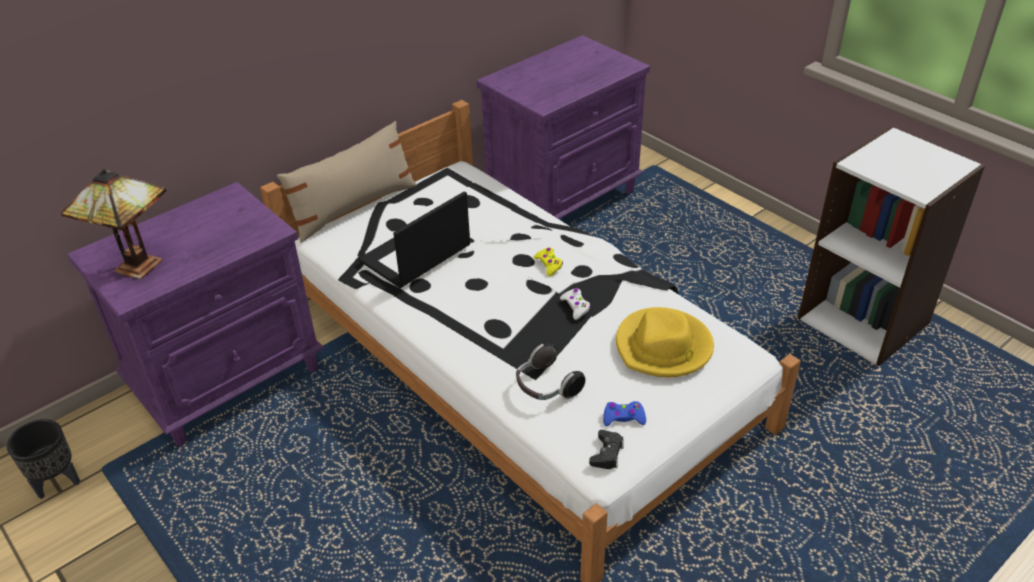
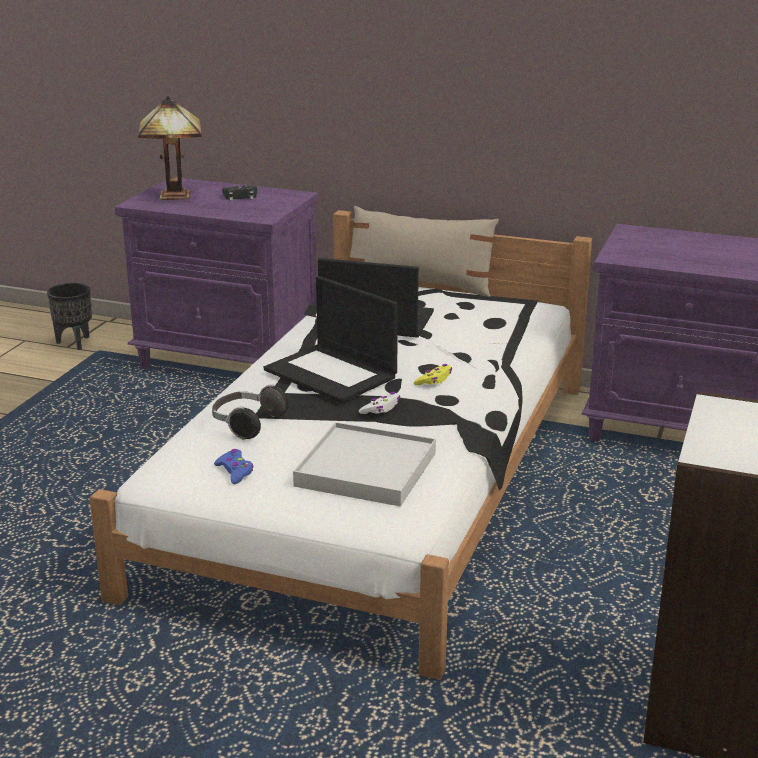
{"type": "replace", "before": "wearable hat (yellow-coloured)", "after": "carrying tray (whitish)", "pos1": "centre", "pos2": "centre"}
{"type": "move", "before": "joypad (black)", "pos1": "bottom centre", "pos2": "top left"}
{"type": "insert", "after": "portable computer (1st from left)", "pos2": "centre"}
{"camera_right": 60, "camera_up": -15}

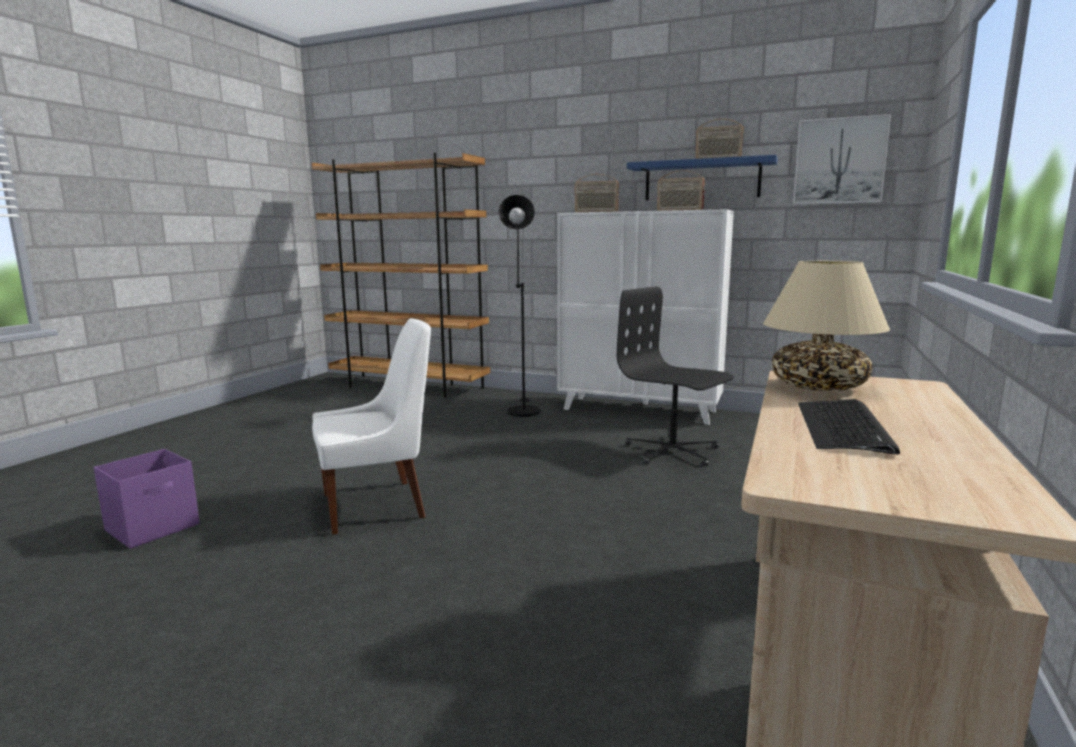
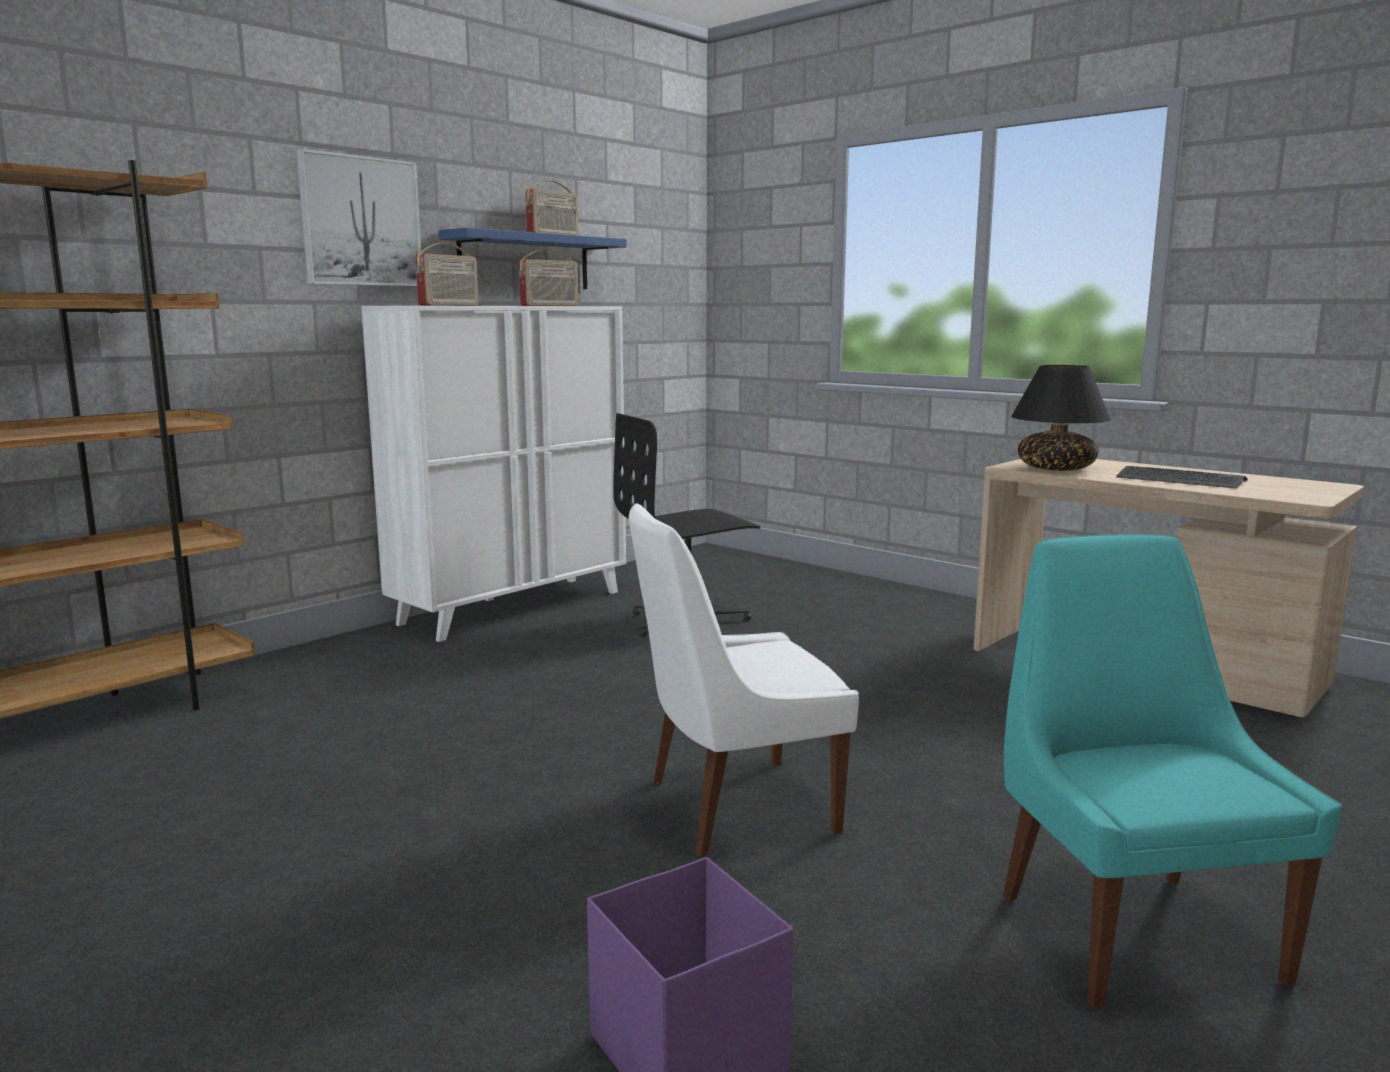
{"type": "move", "before": "picture", "pos1": "top right", "pos2": "top left"}
{"type": "delete", "before": "standard lamp (black)", "pos1": "centre"}
{"type": "recolor", "before": "lamp for a table (sand-coloured)", "after": "lamp for a table (black)", "pos1": "middle right", "pos2": "middle right"}
{"type": "rotate", "before": "plain chair (whitish)", "pos1": "centre", "pos2": "centre", "turn": -105}
{"type": "insert", "after": "plain chair (turquoise)", "pos2": "bottom right"}
{"camera_right": -70, "camera_up": 0}

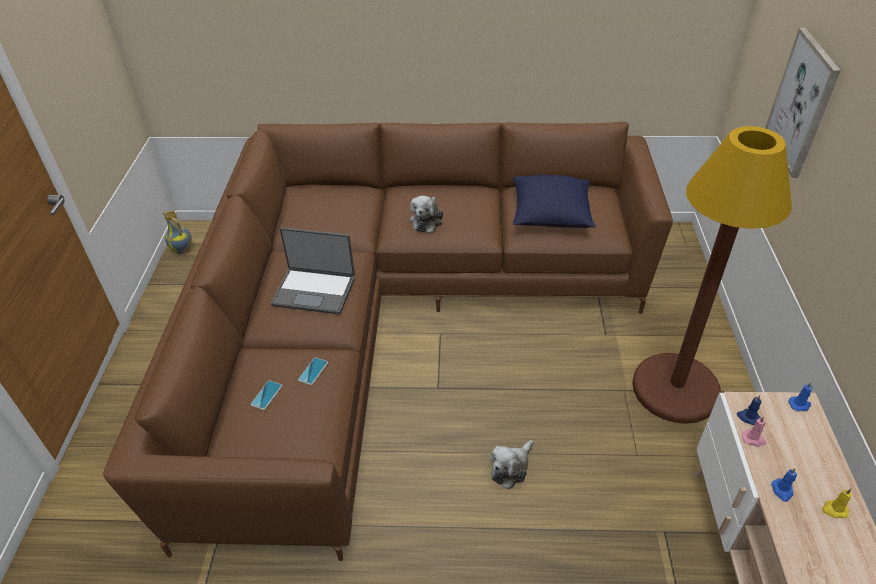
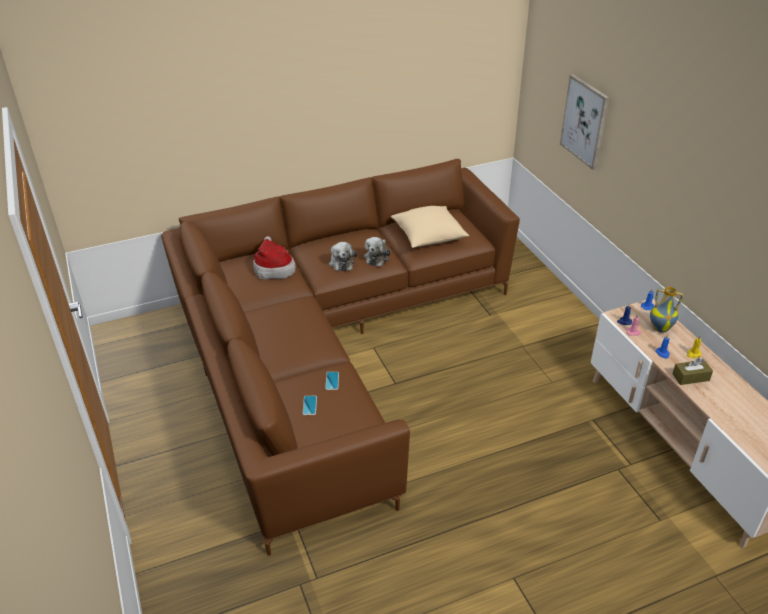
{"type": "delete", "before": "standard lamp (brown-coloured)", "pos1": "middle right"}
{"type": "recolor", "before": "pillow (blue-coloured)", "after": "pillow (sand-coloured)", "pos1": "centre", "pos2": "centre"}
{"type": "move", "before": "flower vase", "pos1": "middle left", "pos2": "middle right"}
{"type": "delete", "before": "portable computer", "pos1": "centre"}
{"type": "move", "before": "cuddly toy (2nd from left)", "pos1": "bottom centre", "pos2": "centre"}
{"type": "insert", "after": "wearable hat", "pos2": "centre"}
{"type": "insert", "after": "box of tissues (brown-coloured)", "pos2": "middle right"}
{"camera_right": -25, "camera_up": -5}

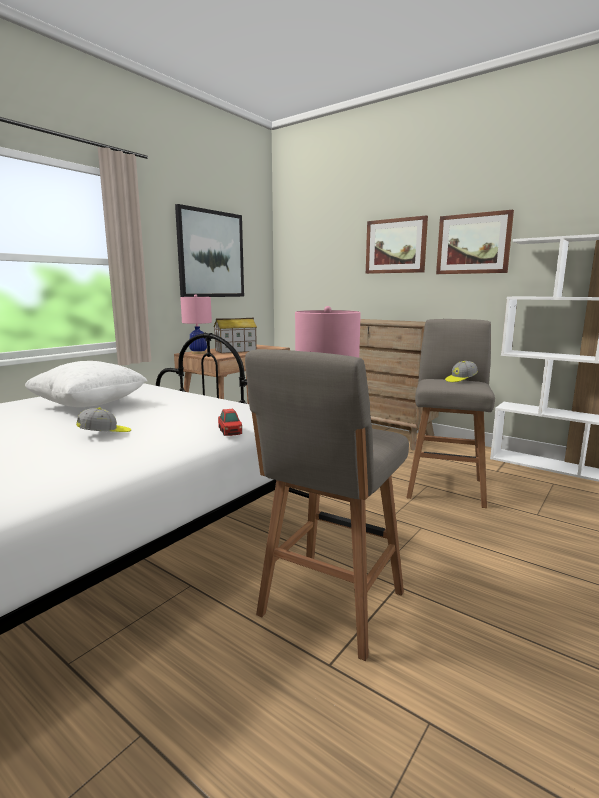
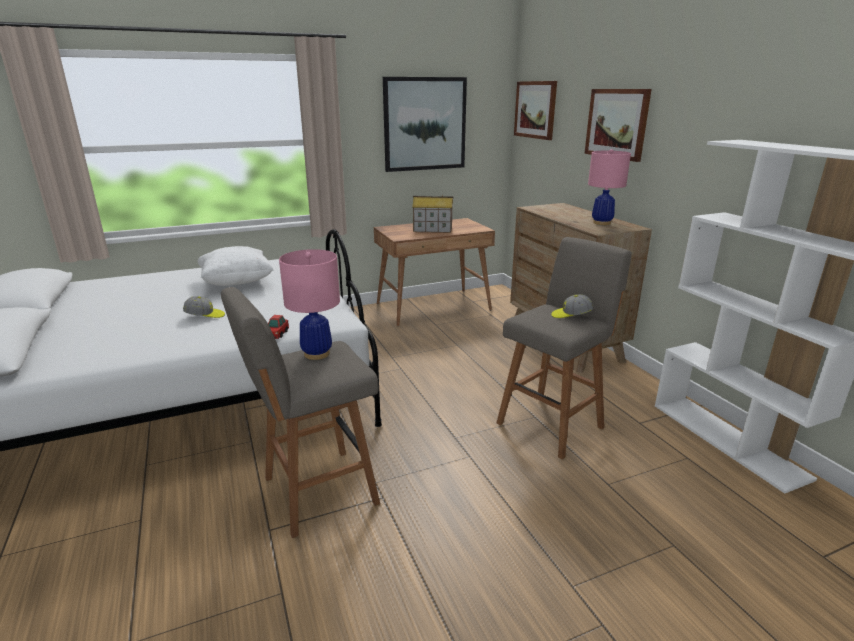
{"type": "move", "before": "picture (3rd from left in the first image)", "after": "picture (2nd from left)", "pos1": "top right", "pos2": "top centre"}
{"type": "move", "before": "lamp for a table (pink-coloured) (1st from left in the first image)", "after": "lamp for a table (pink-coloured) (2nd from left)", "pos1": "middle left", "pos2": "top right"}
{"camera_right": 30, "camera_up": 10}

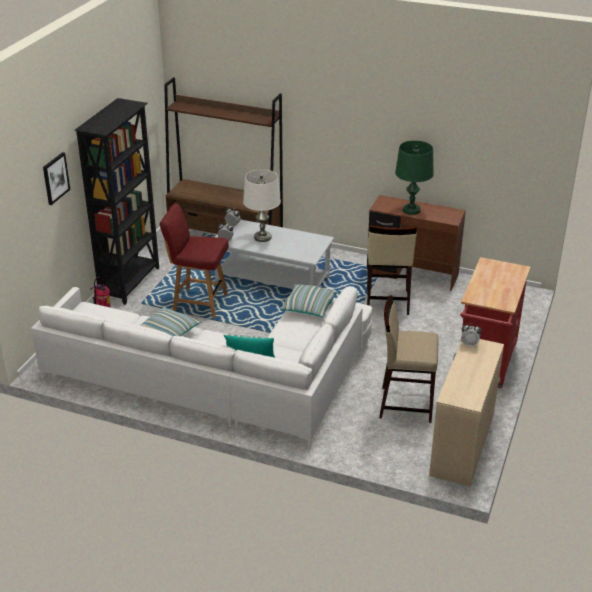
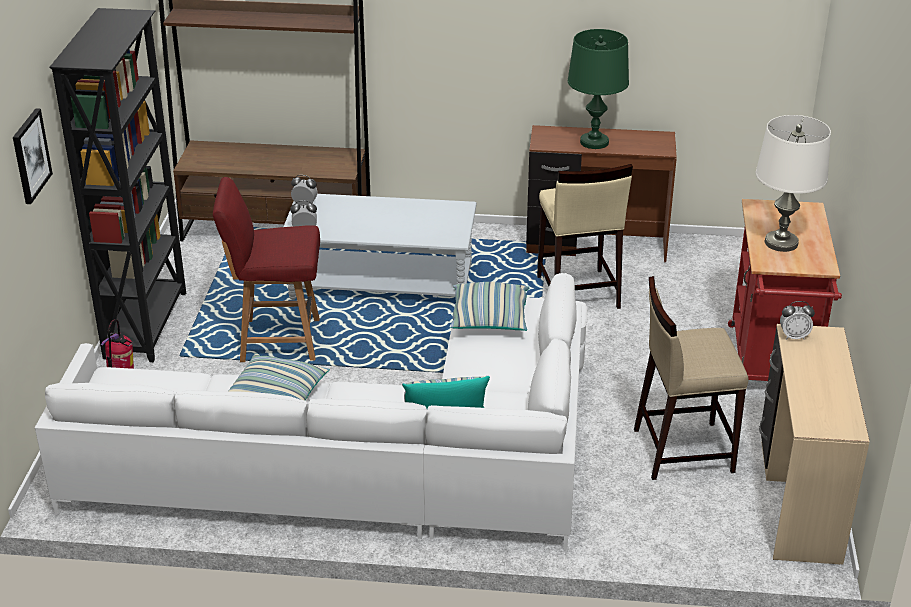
{"type": "move", "before": "lamp for a table (whitish)", "pos1": "centre", "pos2": "top right"}
{"camera_right": -15, "camera_up": 0}

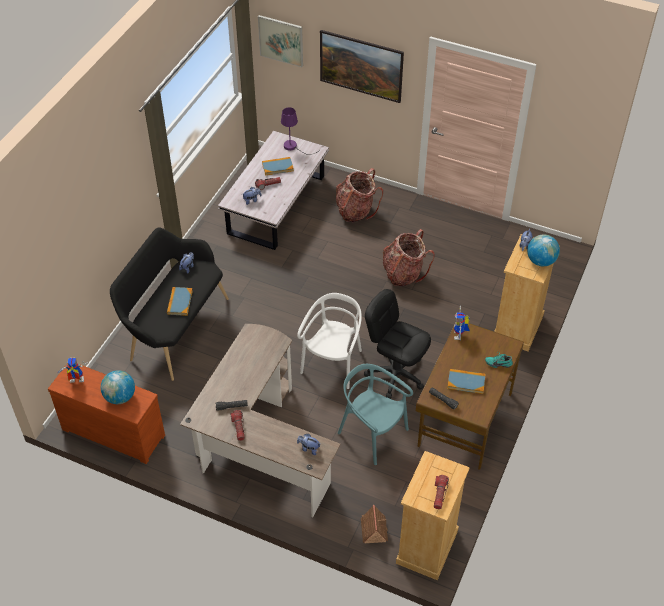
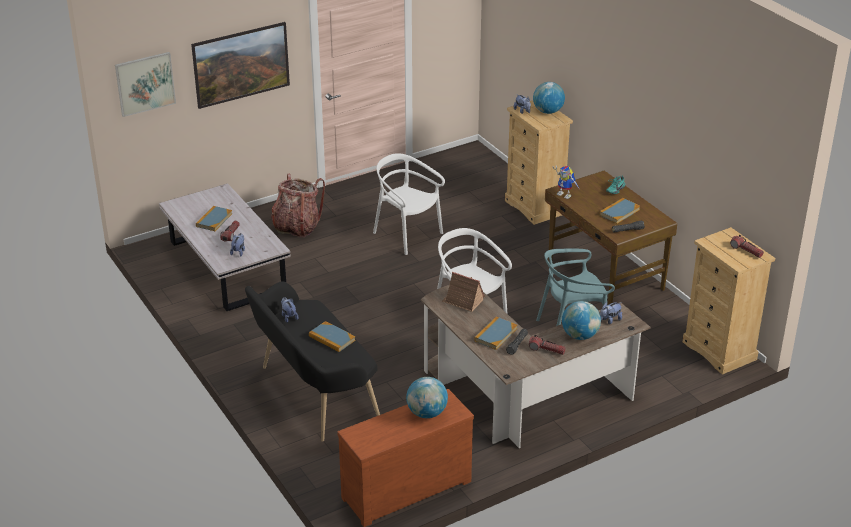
{"type": "delete", "before": "lamp for a table (purple-coloured)", "pos1": "top centre"}
{"type": "replace", "before": "backpack (2nd from left)", "after": "plain chair (whitish) (1st from left)", "pos1": "centre", "pos2": "centre"}
{"type": "delete", "before": "computer chair (black)", "pos1": "centre"}
{"type": "delete", "before": "robot figure (1st from left)", "pos1": "middle left"}
{"type": "move", "before": "miniature house", "pos1": "bottom centre", "pos2": "centre"}
{"type": "insert", "after": "desk globe (3rd from left)", "pos2": "middle right"}
{"type": "insert", "after": "book (3rd from left)", "pos2": "centre"}
{"camera_right": -55, "camera_up": -15}

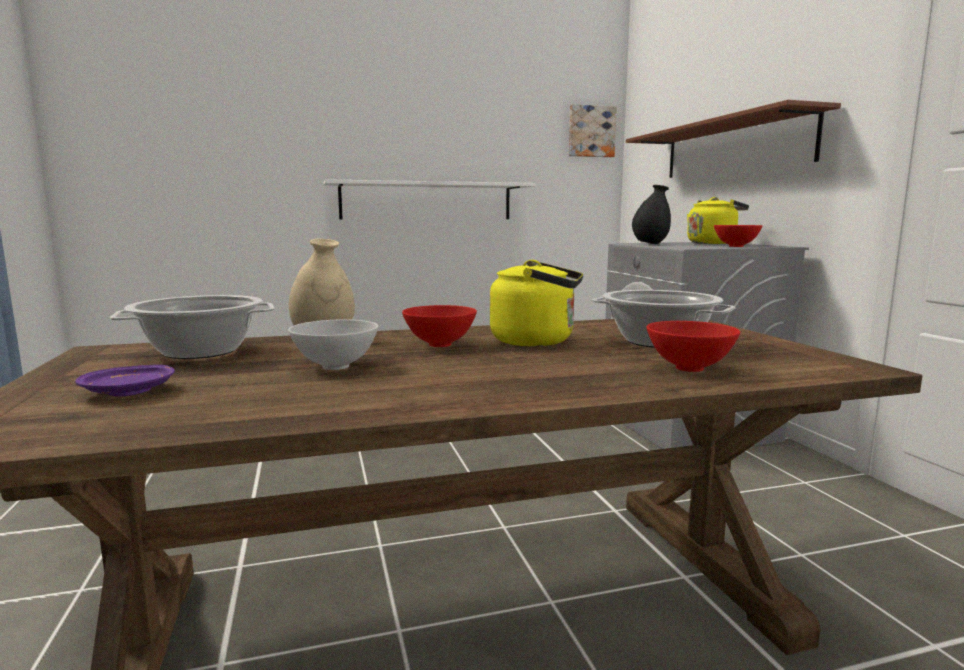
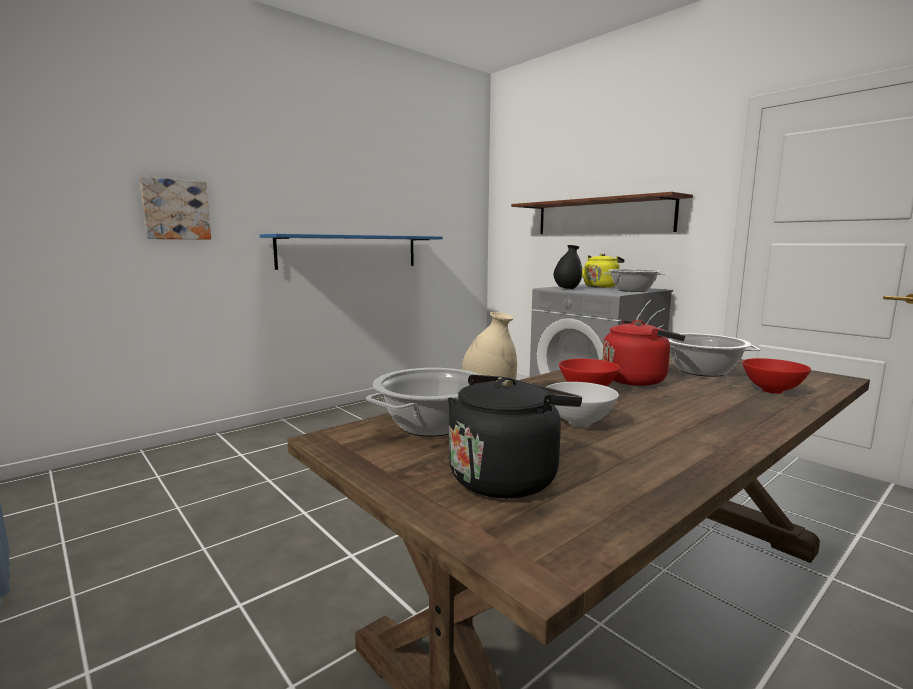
{"type": "move", "before": "picture", "pos1": "top centre", "pos2": "top left"}
{"type": "recolor", "before": "shelf (whitish)", "after": "shelf (blue-coloured)", "pos1": "top centre", "pos2": "centre"}
{"type": "replace", "before": "deep dish (red) (3rd from left)", "after": "stockpot (2nd from left)", "pos1": "middle right", "pos2": "middle right"}
{"type": "recolor", "before": "tea kettle (yellow-coloured) (1st from left)", "after": "tea kettle (red)", "pos1": "centre", "pos2": "middle right"}
{"type": "replace", "before": "flat dish (purple-coloured)", "after": "tea kettle (black)", "pos1": "middle left", "pos2": "centre"}
{"camera_right": -25, "camera_up": 0}

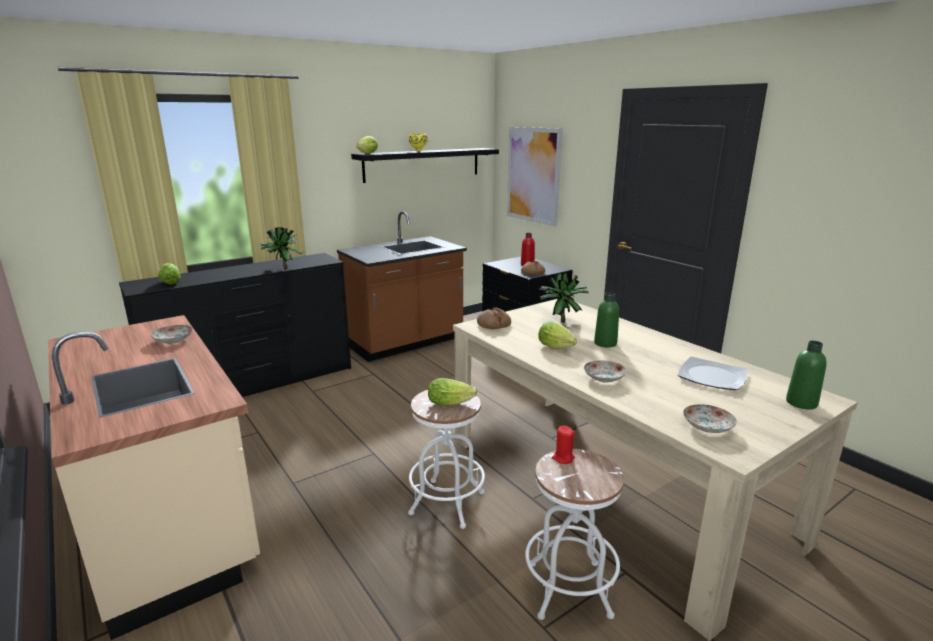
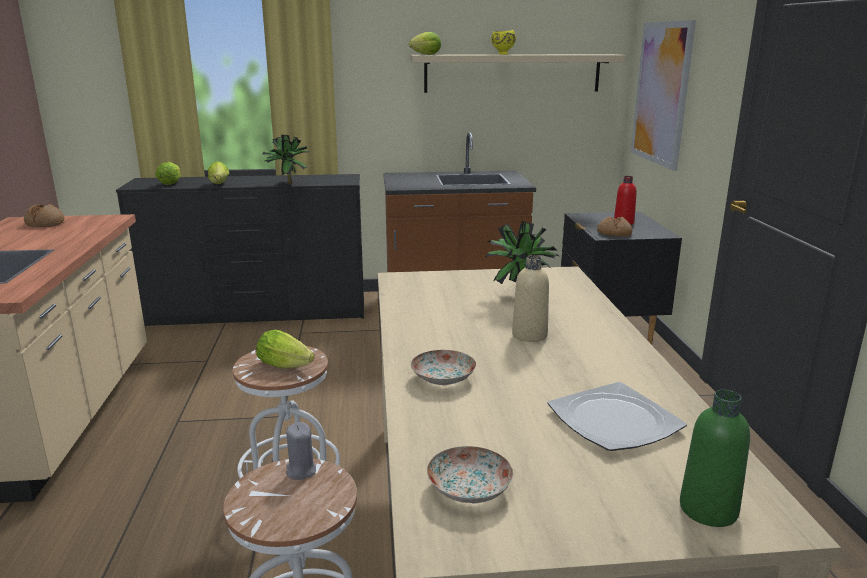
{"type": "recolor", "before": "shelf (black)", "after": "shelf (sand-coloured)", "pos1": "top centre", "pos2": "top centre"}
{"type": "recolor", "before": "beverage bottle (greenish) (1st from left)", "after": "beverage bottle (sand-coloured)", "pos1": "centre", "pos2": "centre"}
{"type": "move", "before": "bread (1st from left)", "pos1": "centre", "pos2": "middle left"}
{"type": "move", "before": "lettuce head (4th from left in the first image)", "after": "lettuce head (2nd from left)", "pos1": "centre", "pos2": "top left"}
{"type": "delete", "before": "flat dish (1st from left)", "pos1": "middle left"}
{"type": "recolor", "before": "wax light (red)", "after": "wax light (gray)", "pos1": "bottom centre", "pos2": "bottom centre"}
{"camera_right": 30, "camera_up": 0}

